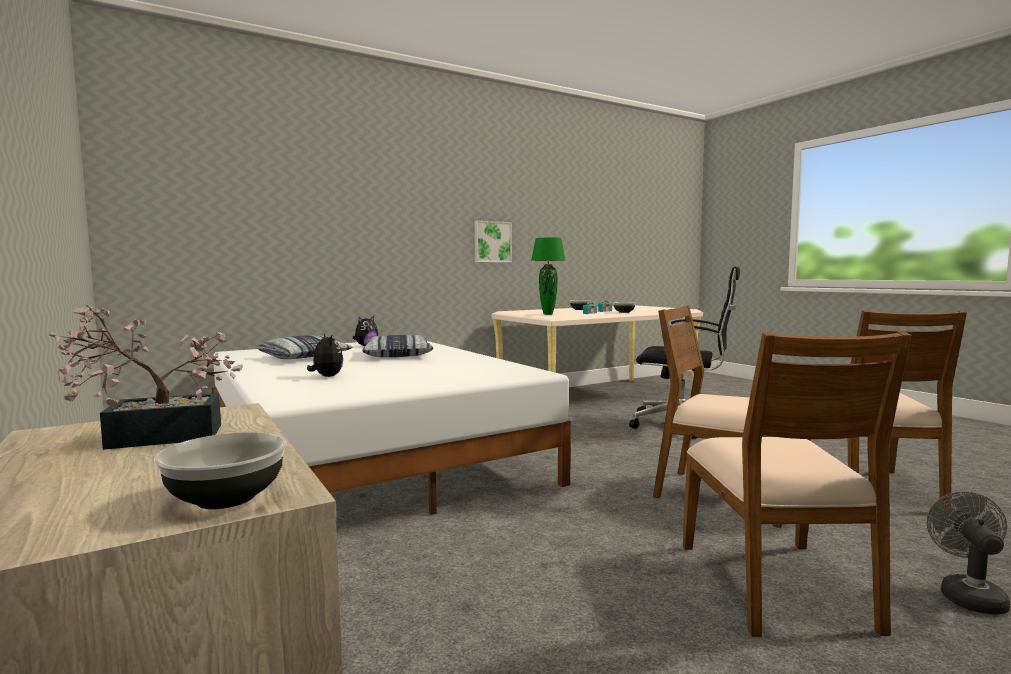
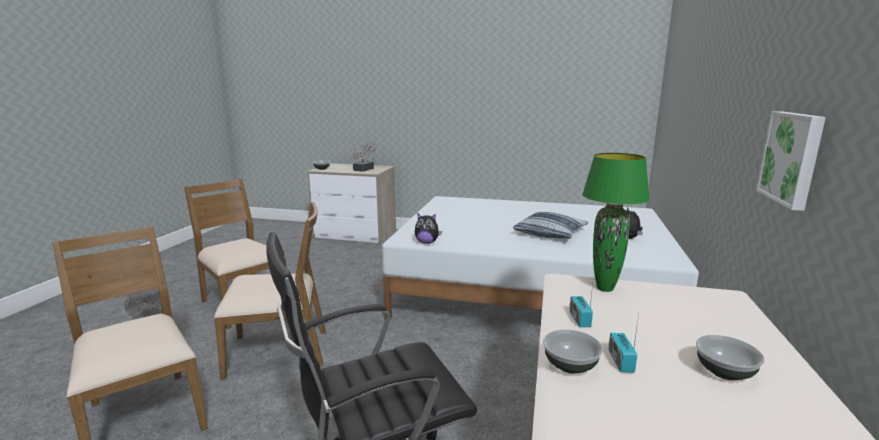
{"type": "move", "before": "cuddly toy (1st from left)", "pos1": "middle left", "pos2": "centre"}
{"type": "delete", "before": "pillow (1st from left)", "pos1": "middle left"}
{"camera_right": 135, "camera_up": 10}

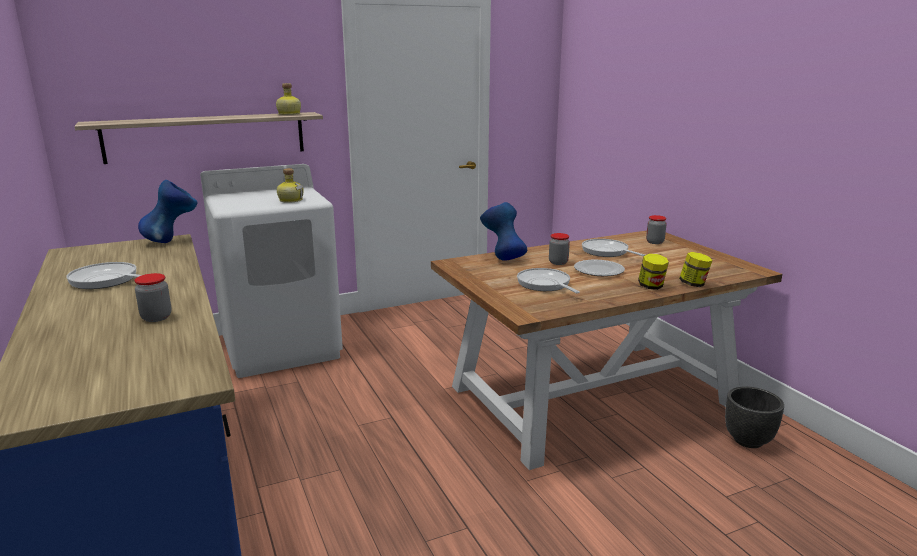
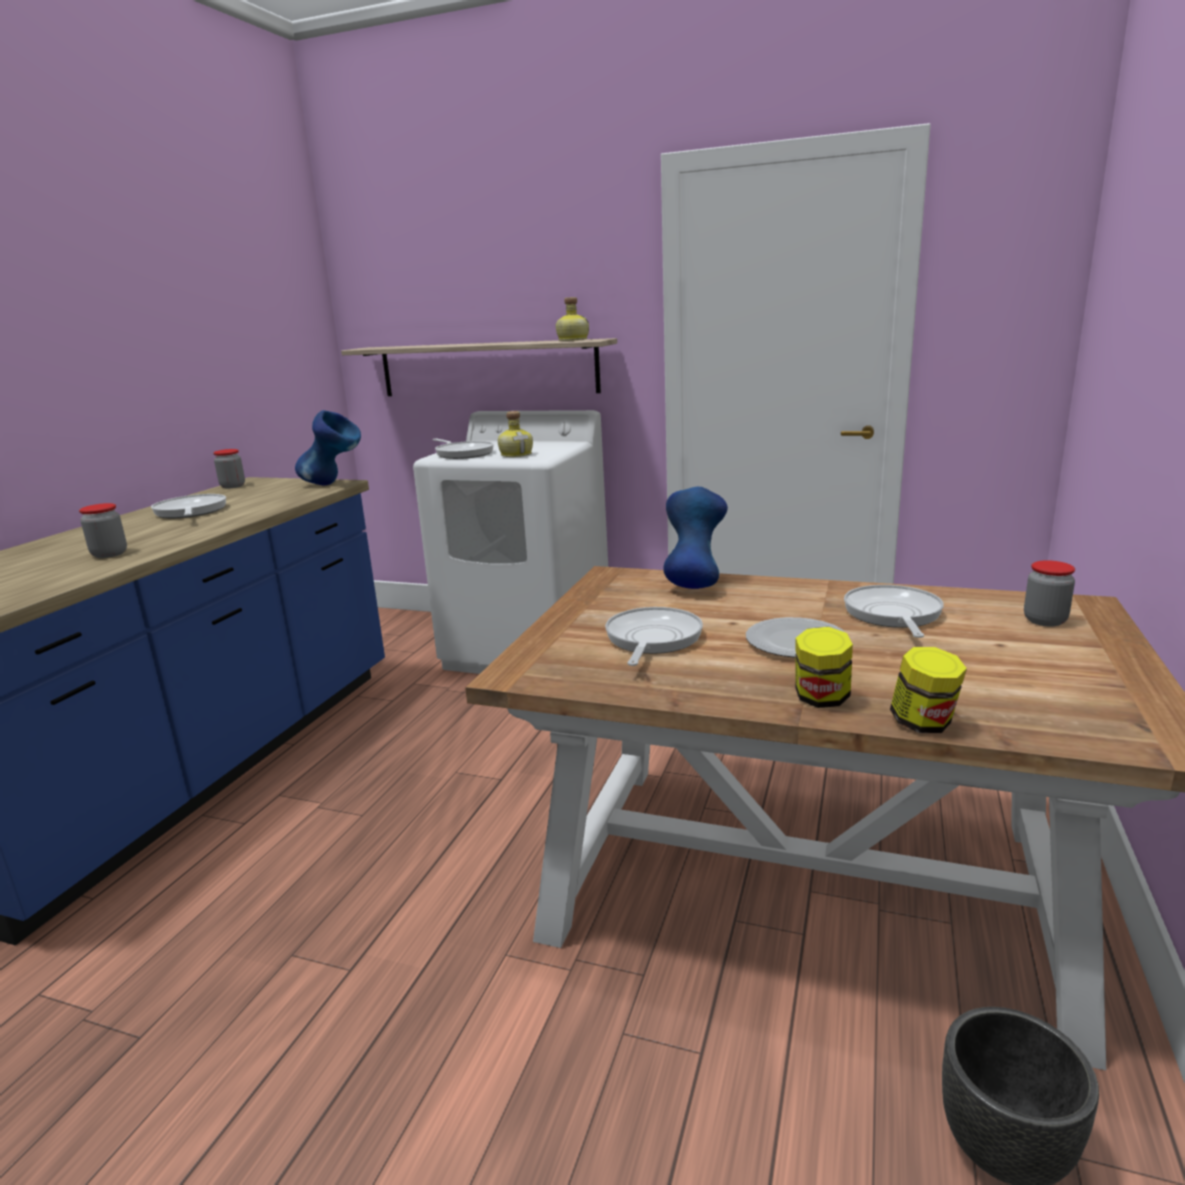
{"type": "move", "before": "preserve jar (2nd from left)", "pos1": "centre", "pos2": "middle left"}
{"type": "insert", "after": "pan (2nd from left)", "pos2": "centre"}
{"camera_right": 45, "camera_up": 0}

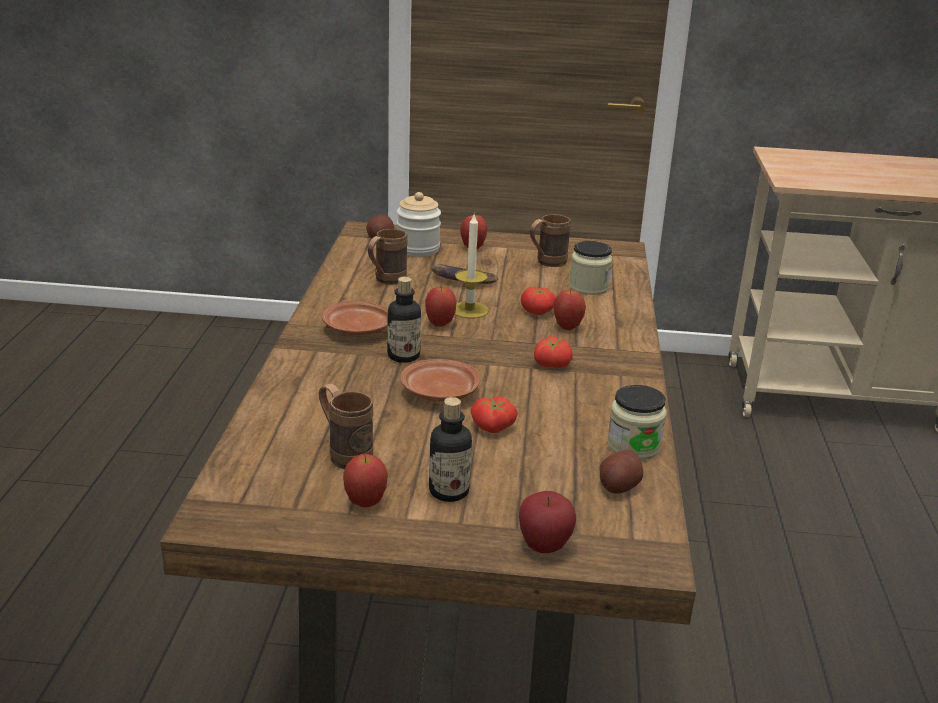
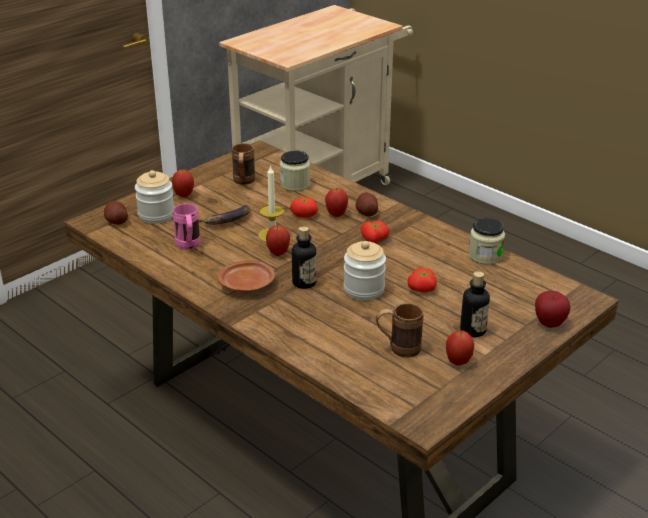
{"type": "recolor", "before": "coffee mug (brown-coloured) (2nd from left)", "after": "coffee mug (pink-coloured)", "pos1": "centre", "pos2": "middle left"}
{"type": "replace", "before": "flat dish (brown-coloured) (2nd from left)", "after": "preserve jar (3rd from left)", "pos1": "centre", "pos2": "centre"}
{"type": "move", "before": "whole potato (2nd from left)", "pos1": "bottom centre", "pos2": "centre"}
{"camera_right": -50, "camera_up": 5}

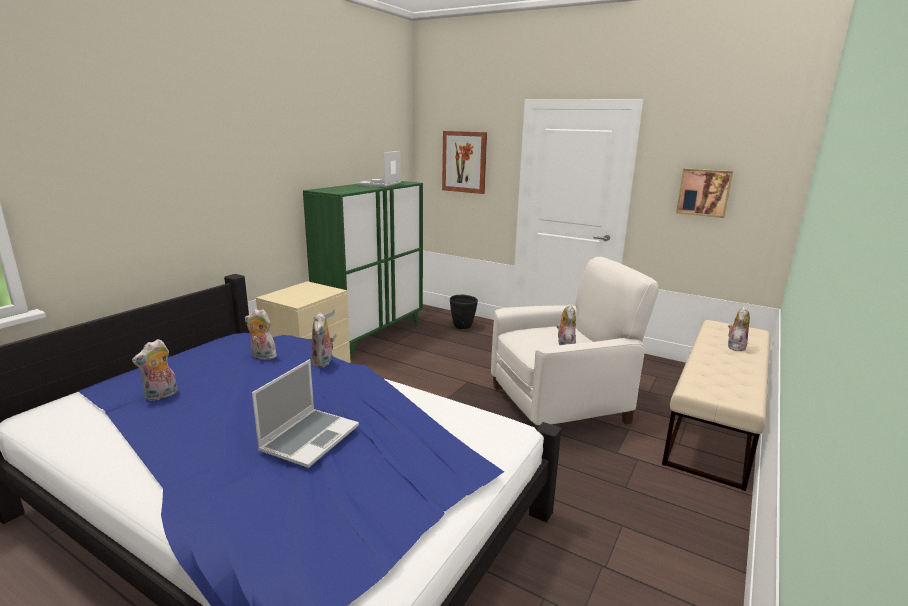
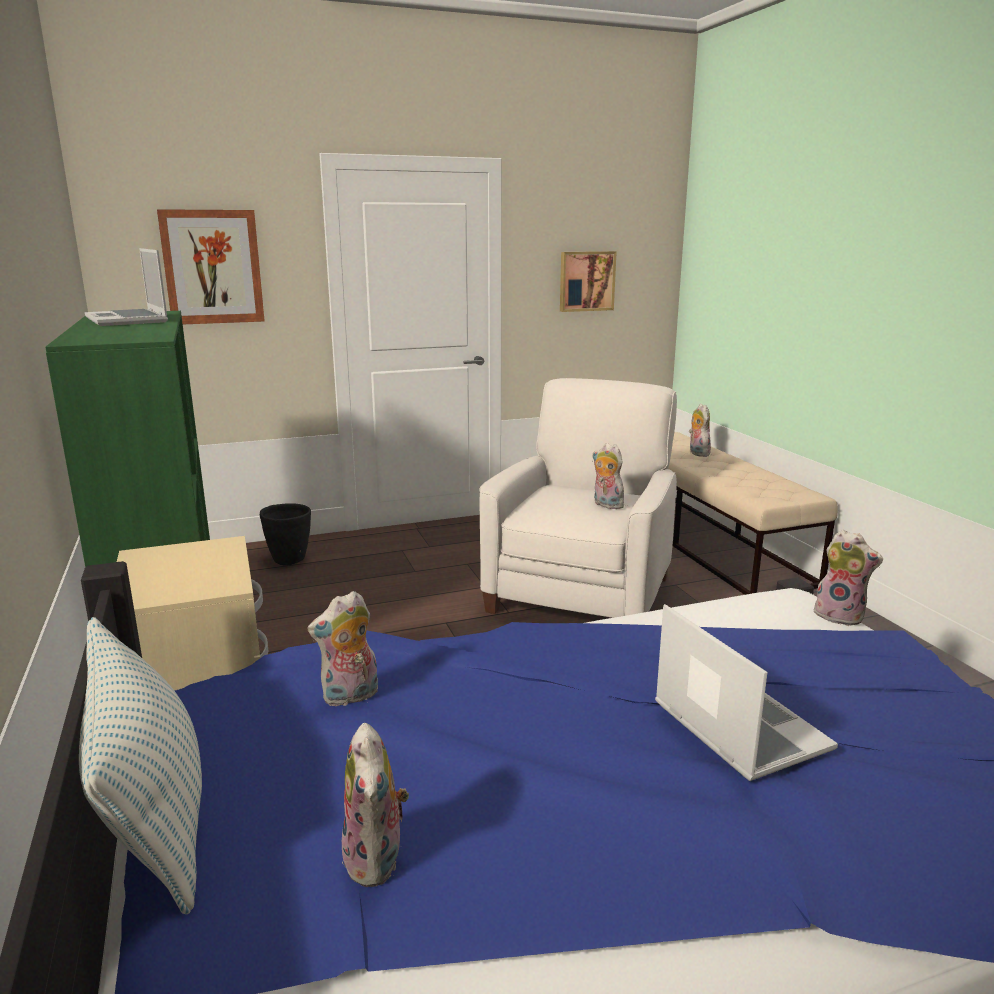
{"type": "move", "before": "cuddly toy (3rd from left in the first image)", "after": "cuddly toy (5th from left)", "pos1": "centre", "pos2": "middle right"}
{"type": "insert", "after": "pillow", "pos2": "bottom left"}
{"camera_right": -50, "camera_up": 0}

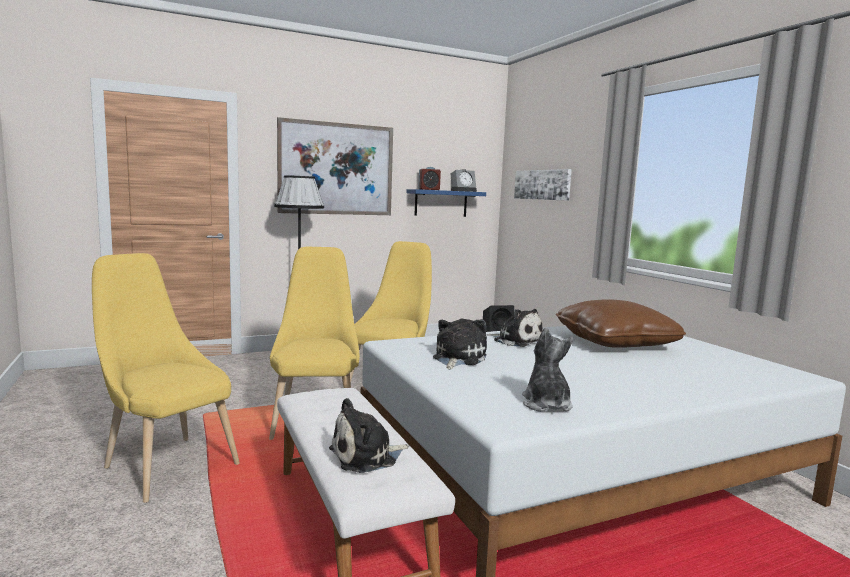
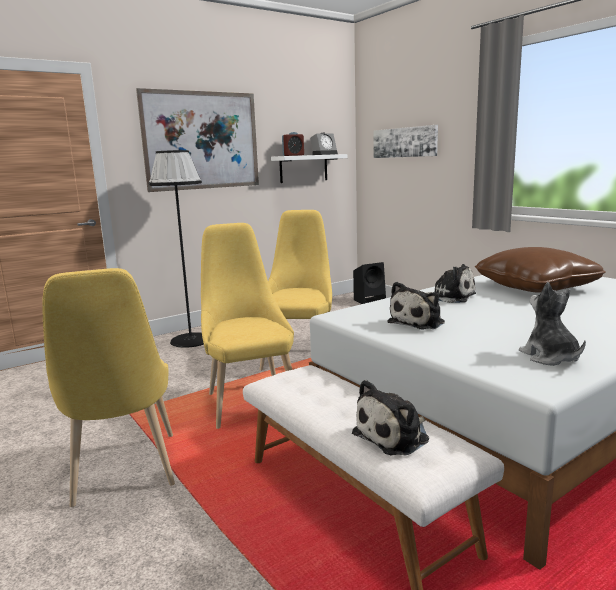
{"type": "recolor", "before": "shelf (blue-coloured)", "after": "shelf (whitish)", "pos1": "centre", "pos2": "top centre"}
{"type": "rotate", "before": "plain chair (yellow-coloured) (1st from left)", "pos1": "middle left", "pos2": "middle left", "turn": -135}
{"type": "rotate", "before": "cuddly toy (2nd from left)", "pos1": "centre", "pos2": "middle right", "turn": -150}
{"camera_right": -10, "camera_up": 5}

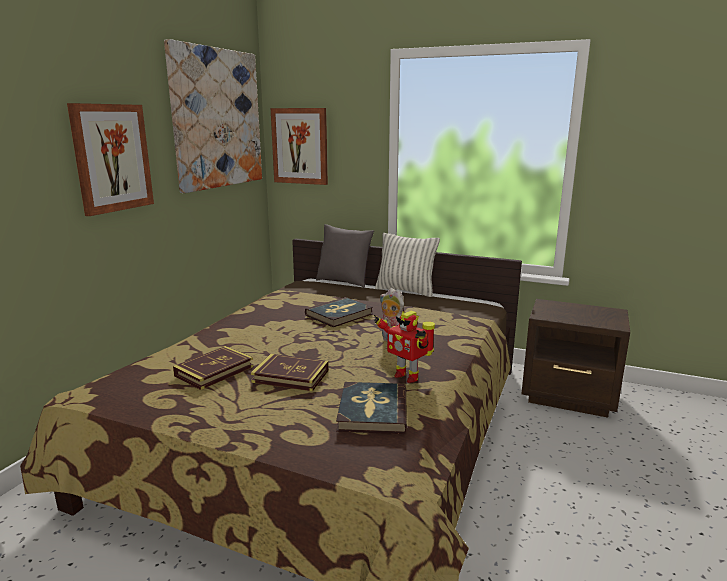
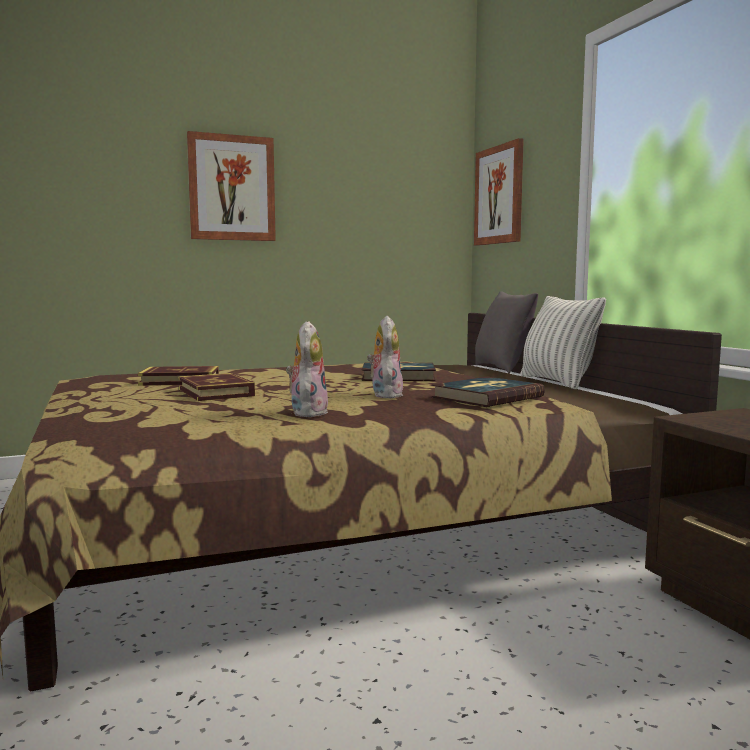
{"type": "delete", "before": "picture (2nd from left)", "pos1": "top left"}
{"type": "replace", "before": "robot figure", "after": "cuddly toy (1st from left)", "pos1": "centre", "pos2": "centre"}
{"type": "move", "before": "book (4th from left)", "pos1": "bottom centre", "pos2": "centre"}
{"camera_right": 45, "camera_up": -10}

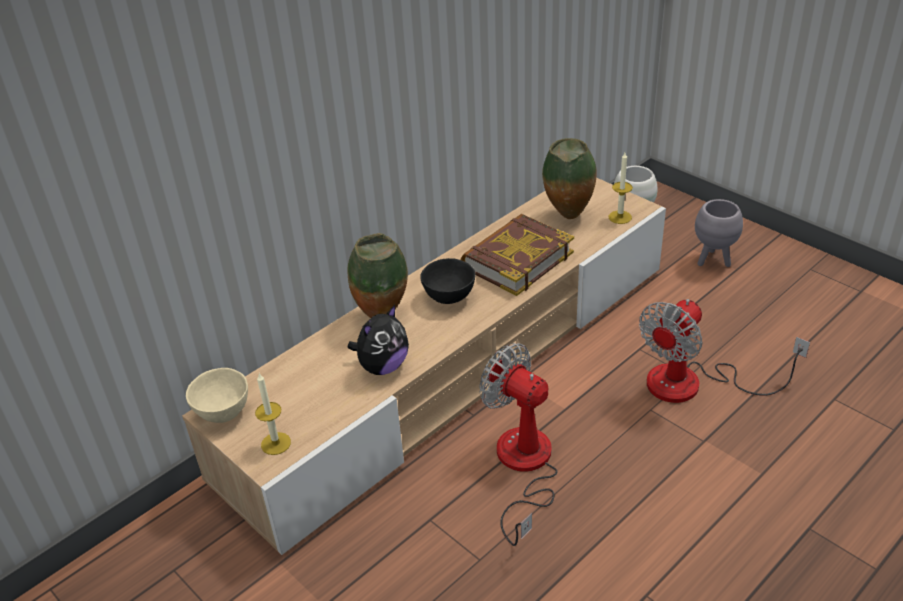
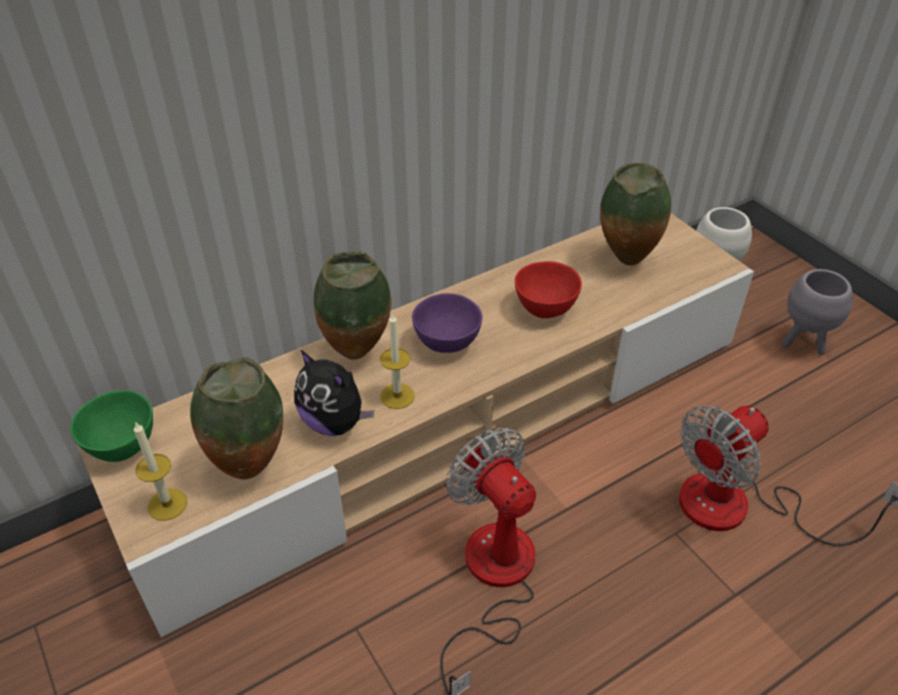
{"type": "move", "before": "wax light (2nd from left)", "pos1": "top right", "pos2": "centre"}
{"type": "replace", "before": "book", "after": "deep dish (red)", "pos1": "centre", "pos2": "centre"}
{"type": "recolor", "before": "deep dish (black)", "after": "deep dish (purple-coloured)", "pos1": "centre", "pos2": "centre"}
{"type": "rotate", "before": "cuddly toy", "pos1": "centre", "pos2": "centre", "turn": 75}
{"type": "recolor", "before": "deep dish (sand-coloured)", "after": "deep dish (greenish)", "pos1": "middle left", "pos2": "middle left"}
{"type": "insert", "after": "flower vase (1st from left)", "pos2": "middle left"}
{"camera_right": 10, "camera_up": 5}

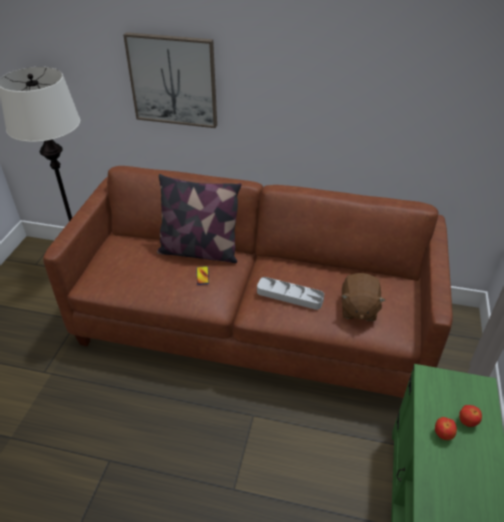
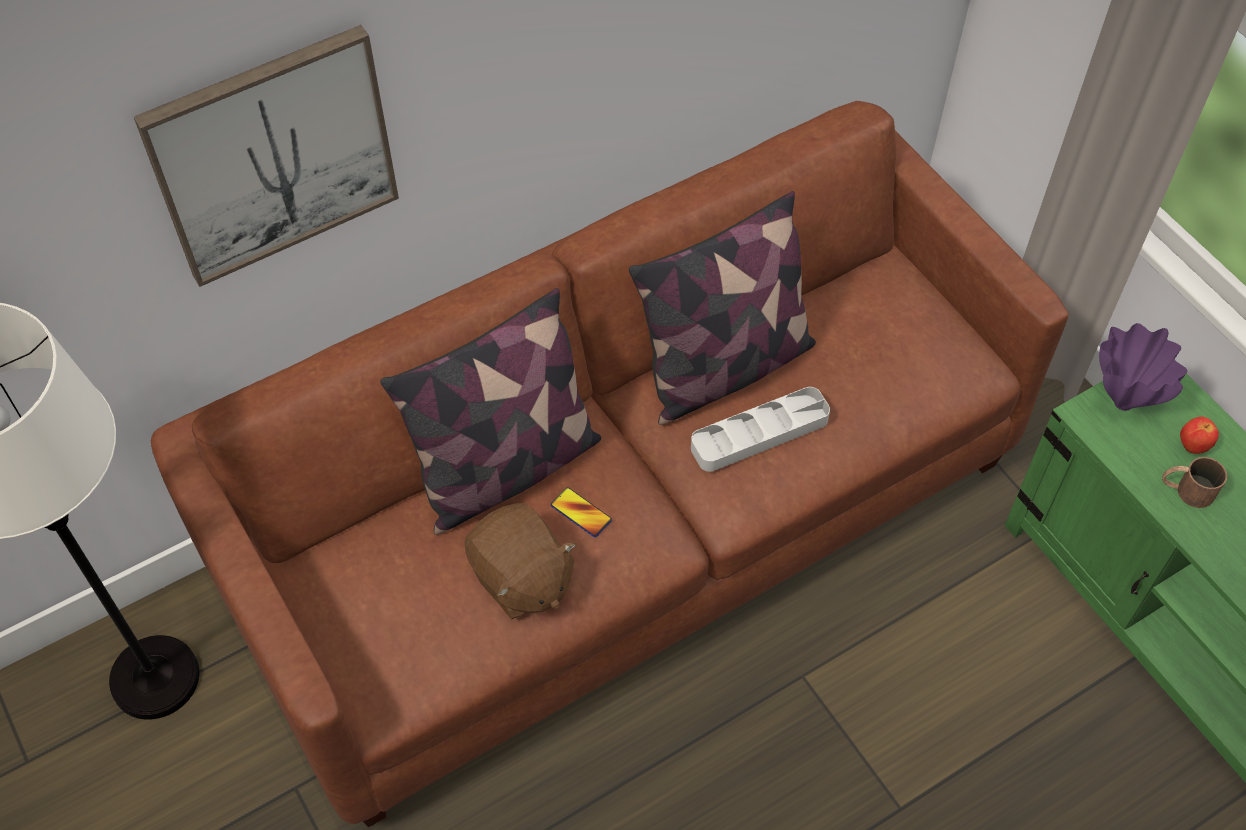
{"type": "move", "before": "cuddly toy (brown-coloured)", "pos1": "middle right", "pos2": "bottom centre"}
{"type": "replace", "before": "whole apple (1st from left)", "after": "coffee mug (brown-coloured)", "pos1": "bottom right", "pos2": "middle right"}
{"type": "insert", "after": "pillow (2nd from left)", "pos2": "centre"}
{"type": "insert", "after": "flower vase (purple-coloured)", "pos2": "middle right"}
{"camera_right": -45, "camera_up": 15}

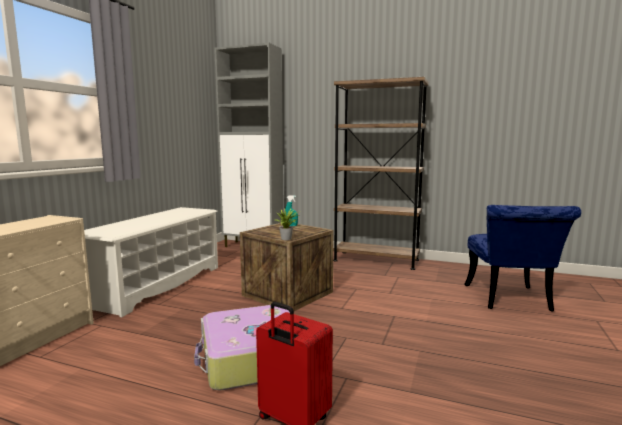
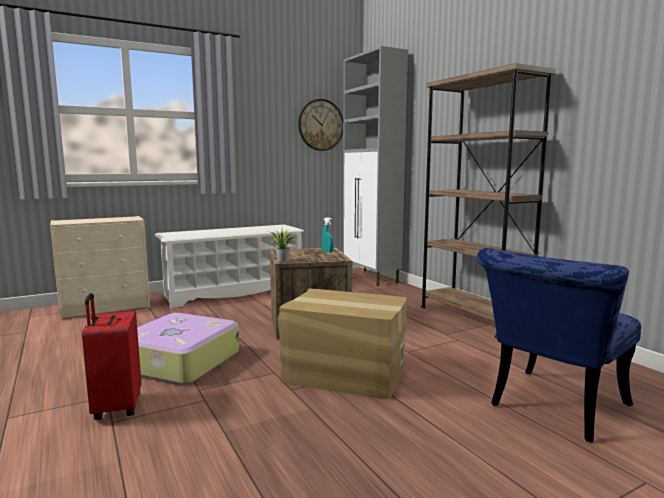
{"type": "insert", "after": "wall clock", "pos2": "top centre"}
{"type": "insert", "after": "carton", "pos2": "bottom centre"}
{"camera_right": 40, "camera_up": 0}

